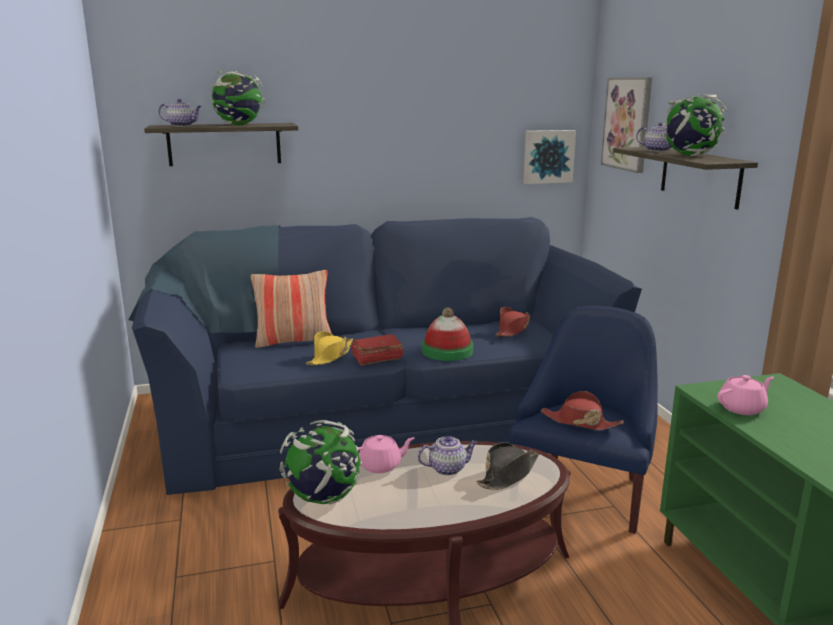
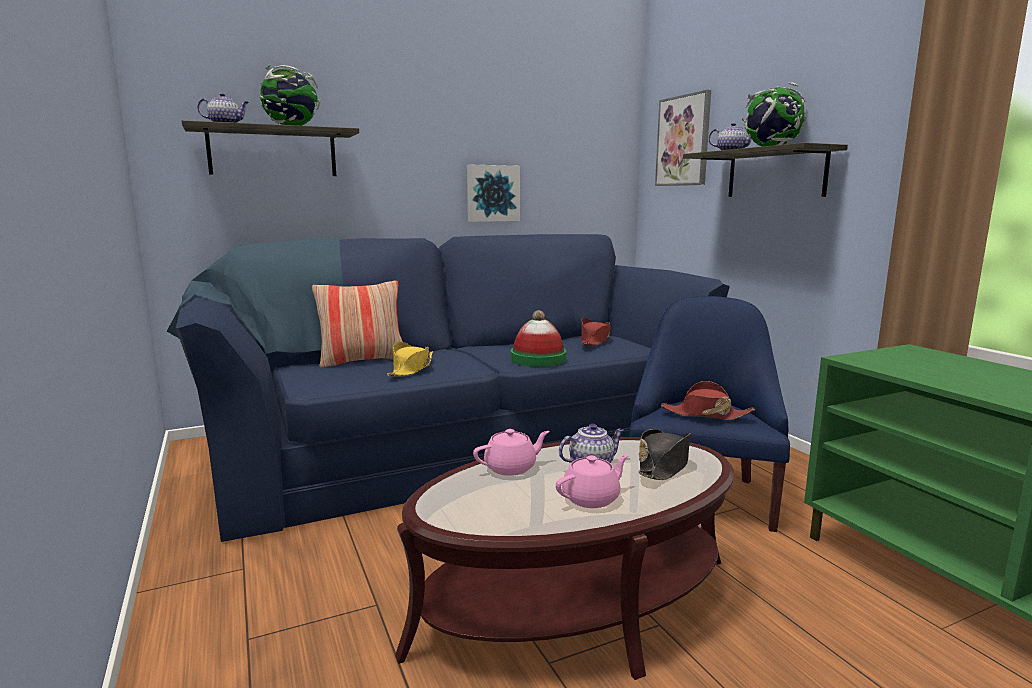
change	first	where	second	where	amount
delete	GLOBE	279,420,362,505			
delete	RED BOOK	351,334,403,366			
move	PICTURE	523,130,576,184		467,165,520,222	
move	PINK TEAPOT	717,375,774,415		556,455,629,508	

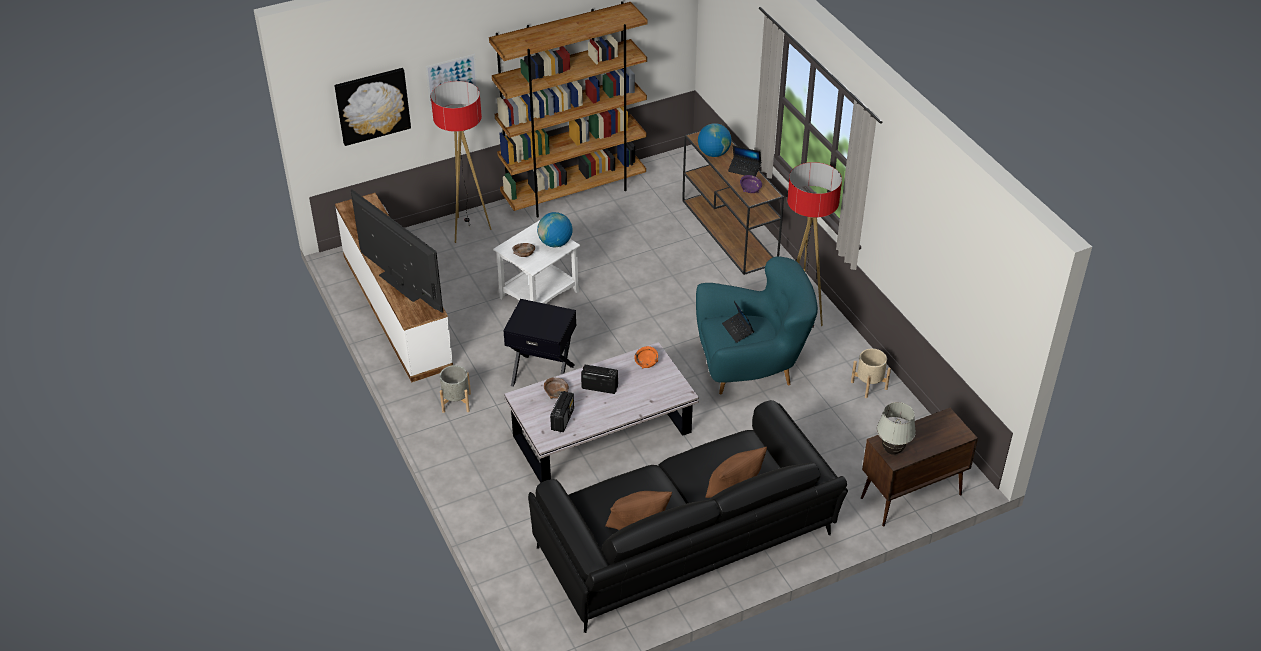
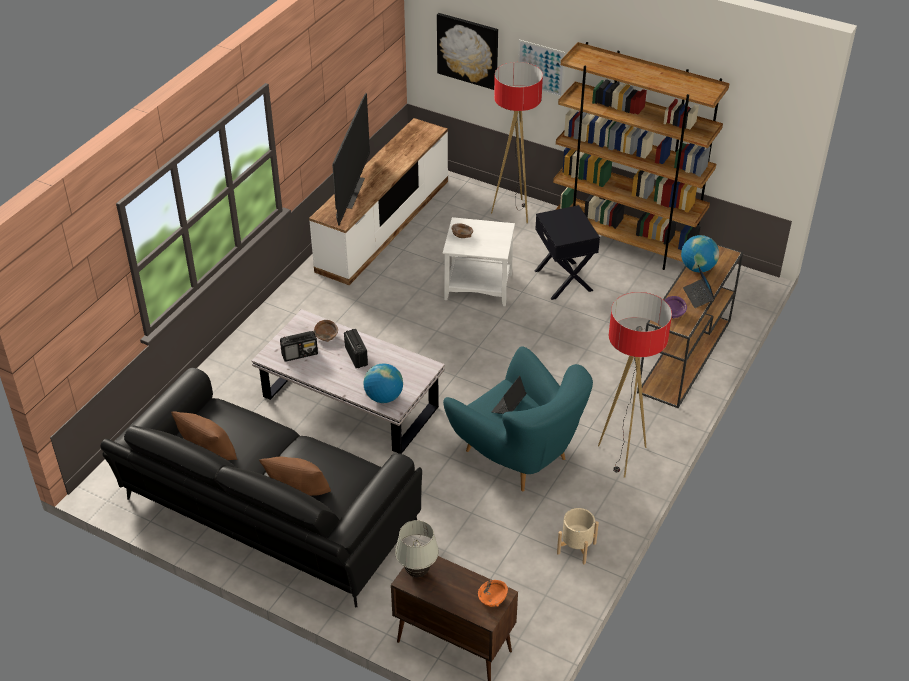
change	first	where	second	where	amount
delete	GREY PLANTER	440,365,471,413			
move	BLACK SIDE TABLE	503,299,576,387		535,205,600,300	
move	GLOBE	537,212,572,247		363,364,403,403	
move	ORANGE BOWL	634,346,658,369		478,580,508,607	

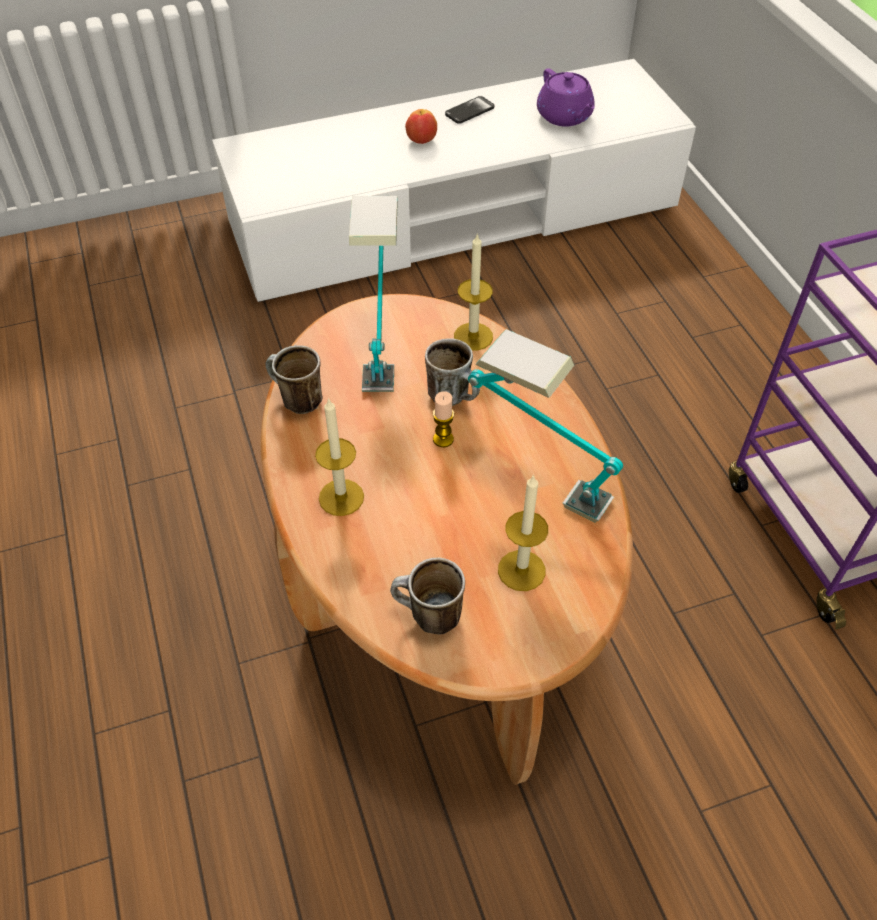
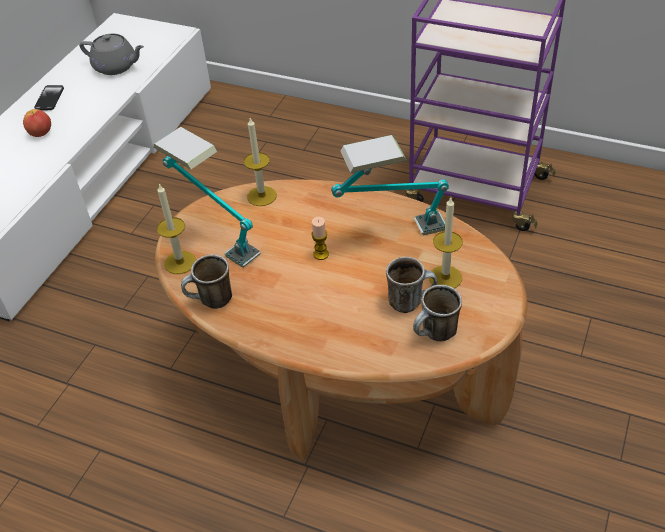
change	first	where	second	where	amount
move	CANDLE	315,398,364,516		157,183,196,274	
move	MUG	425,338,480,406		386,257,437,313	
recolor	PURPLE TEAPOT	537,68,595,127	GREY TEAPOT	79,34,144,75	

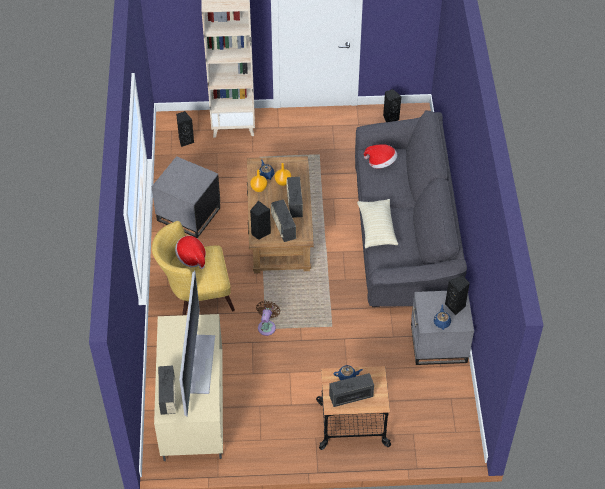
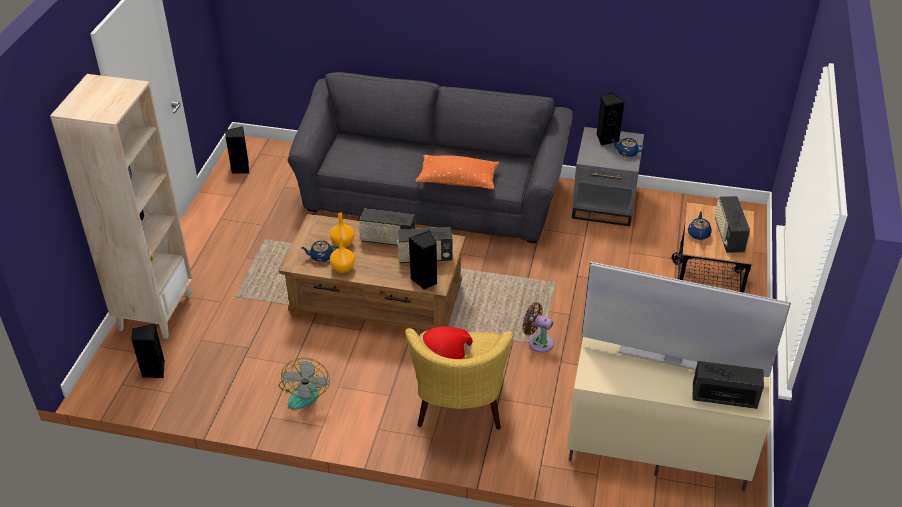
change	first	where	second	where	amount
delete	HAT	364,144,397,169			
replace	GREY SIDE TABLE	152,156,220,238	FAN	279,358,330,410	
recolor	BEIGE PILLOW	357,199,398,248	ORANGE PILLOW	416,155,499,190	

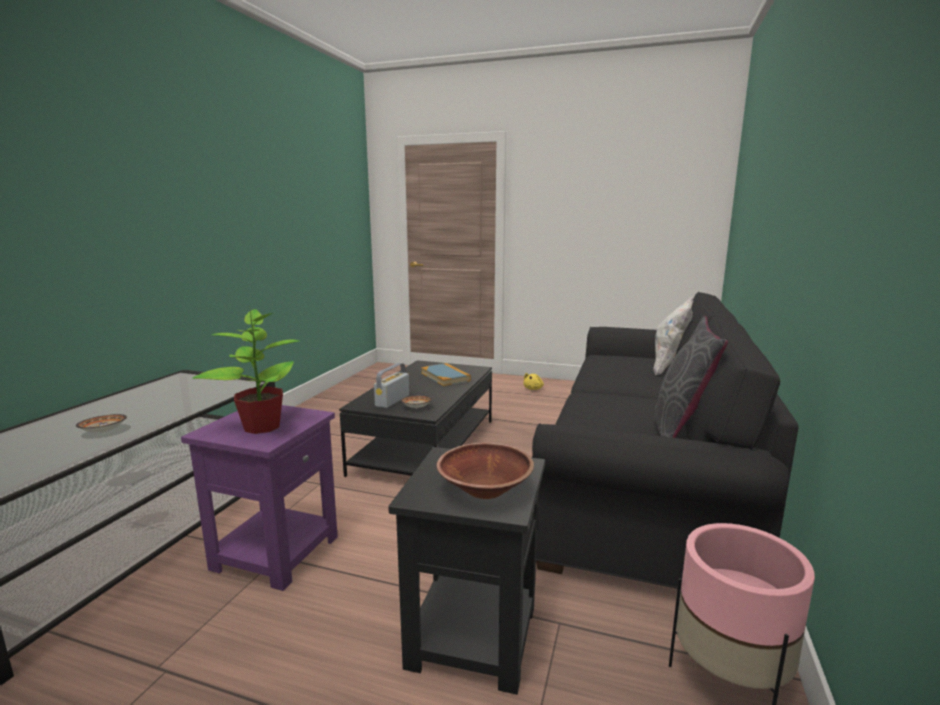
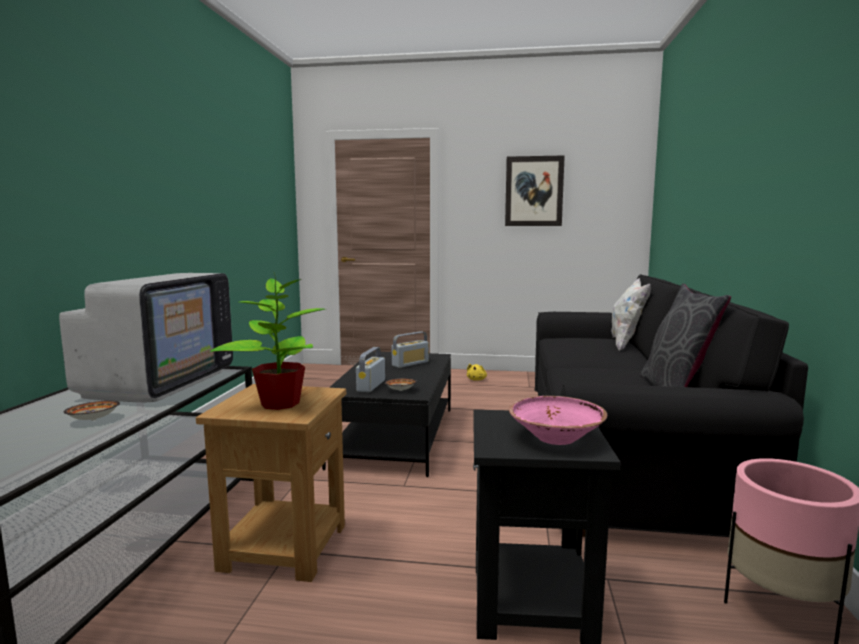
change	first	where	second	where	amount
insert			TELEVISION	59,273,233,402	
insert			PICTURE	505,155,565,226	
replace	BOOK	421,363,471,386	RADIO	392,331,429,368	
recolor	PURPLE SIDE TABLE	181,405,338,591	BROWN SIDE TABLE	196,384,346,582	
recolor	BROWN BOWL	437,443,534,499	PINK BOWL	509,396,607,445	

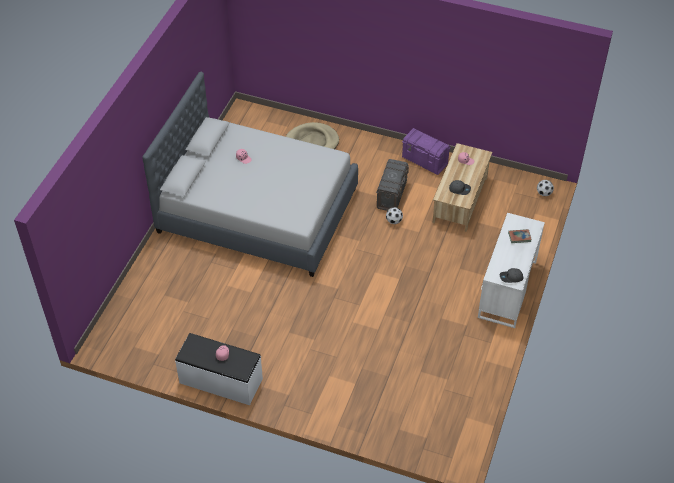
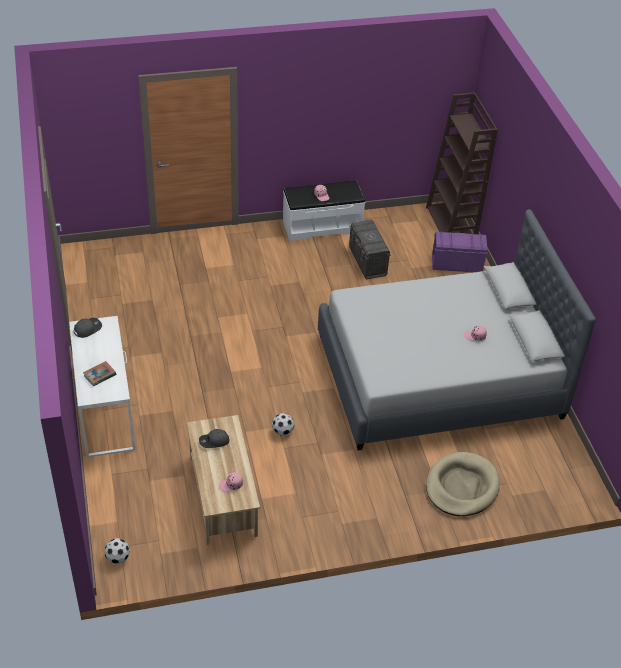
change	first	where	second	where	amount
insert			BROWN BOOKCASE	426,92,498,234	
move	GREY STORAGE BOX	376,159,409,211		349,220,391,279	
move	PURPLE STORAGE BOX	402,128,451,175		432,232,488,272	

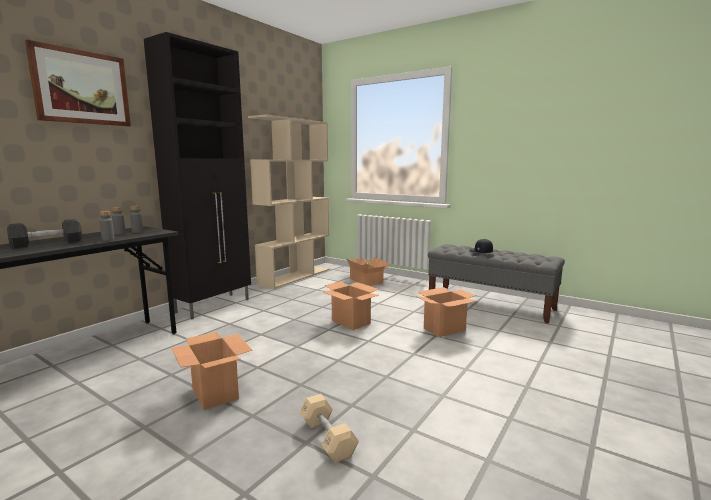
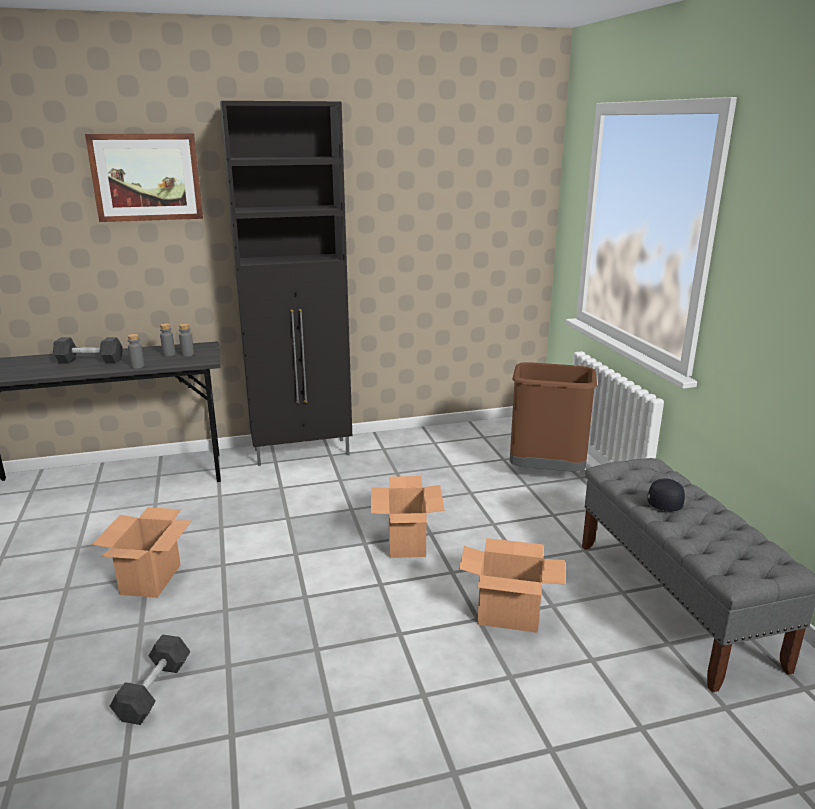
change	first	where	second	where	amount
delete	BEIGE BOOKCASE	248,114,330,289			
replace	CARDBOARD BOX	346,257,390,286	BROWN TRASH CAN	510,362,597,472	
recolor	BEIGE DUMBBELL	300,394,359,463	BLACK DUMBBELL	110,634,191,725	

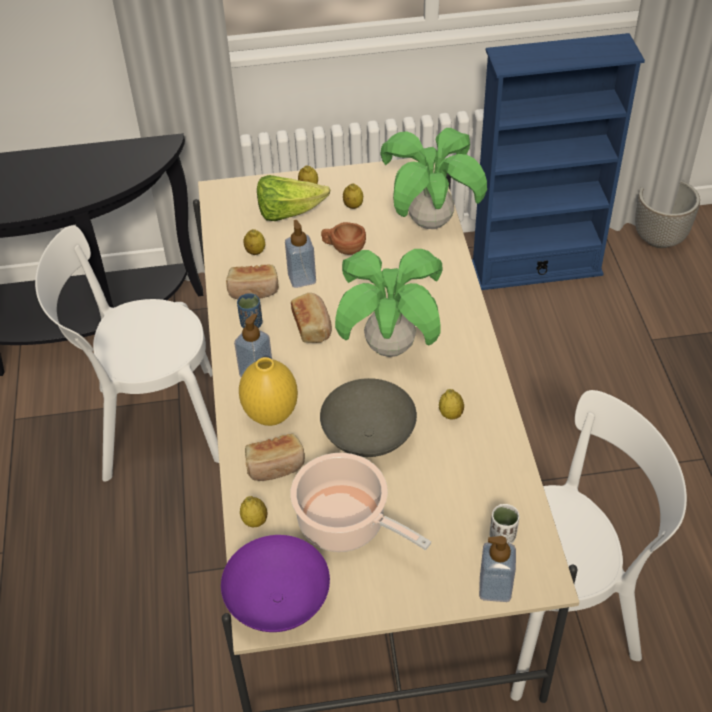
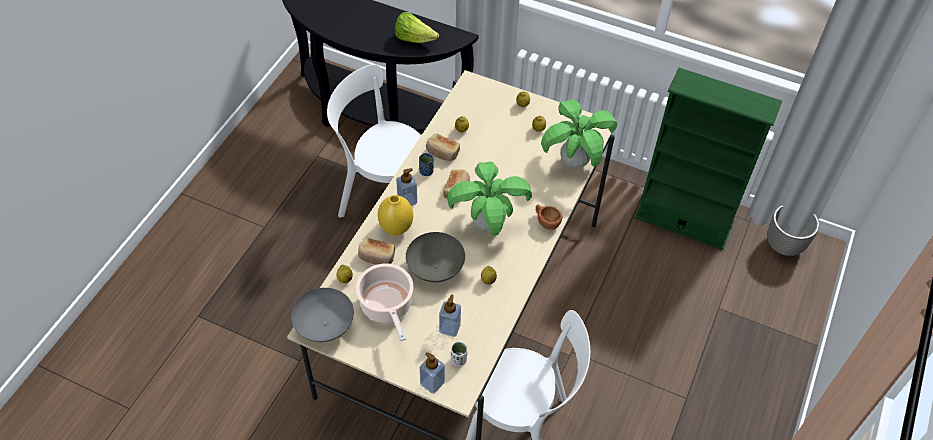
change	first	where	second	where	amount
move	LETTUCE	257,175,330,221		395,12,439,43	
move	SOAP DISPENSER	285,220,316,288		439,295,461,337	
move	BROWN CUP	321,222,366,255		536,205,562,230	
recolor	PURPLE BOWL	221,535,330,632	GREY BOWL	291,288,354,342	
recolor	BLUE BOOKCASE	472,33,645,290	GREEN BOOKCASE	635,68,782,250	

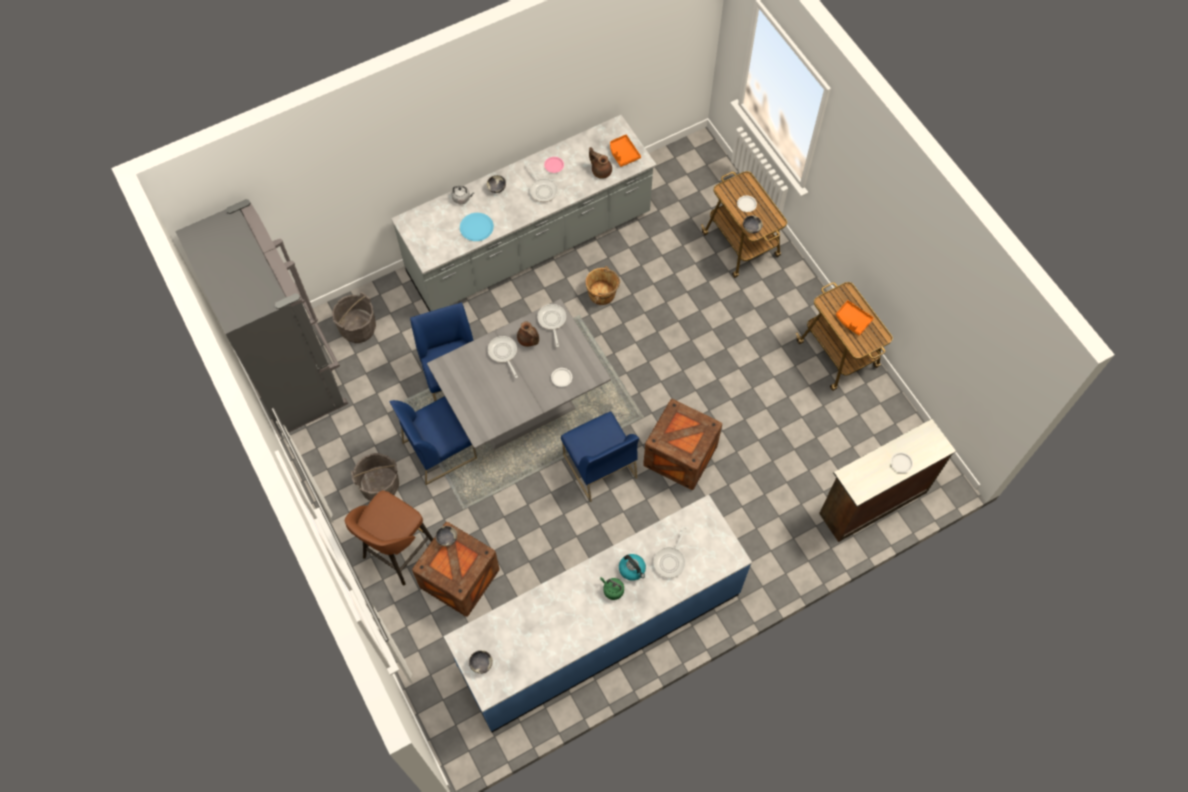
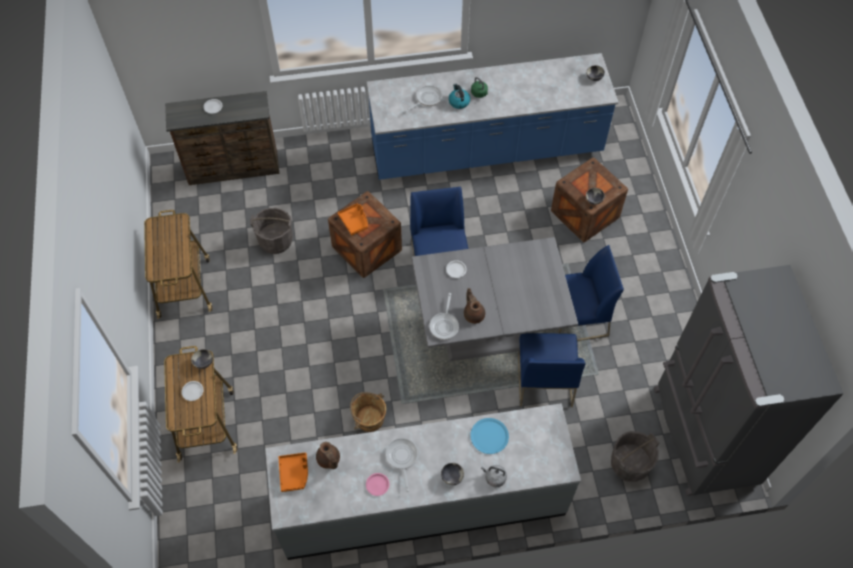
change	first	where	second	where	amount
delete	BROWN STOOL	345,490,433,586			
delete	FRYING PAN	488,336,518,378			
move	GREY BUCKET	351,453,399,501		250,207,293,254	
move	ORANGE TRAY	836,300,874,336		338,203,368,235	

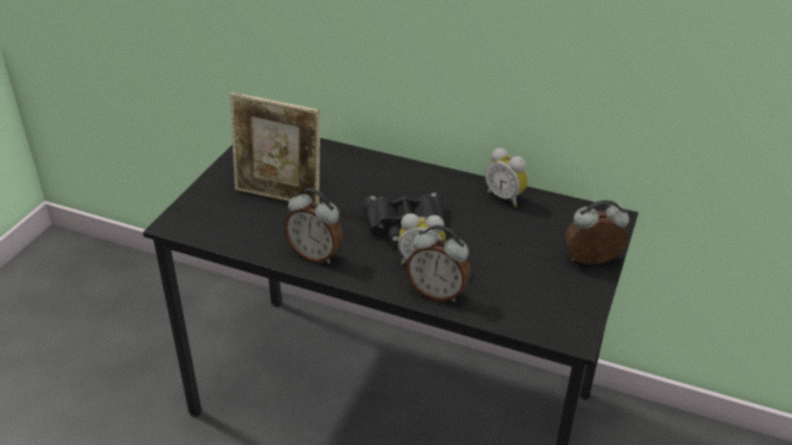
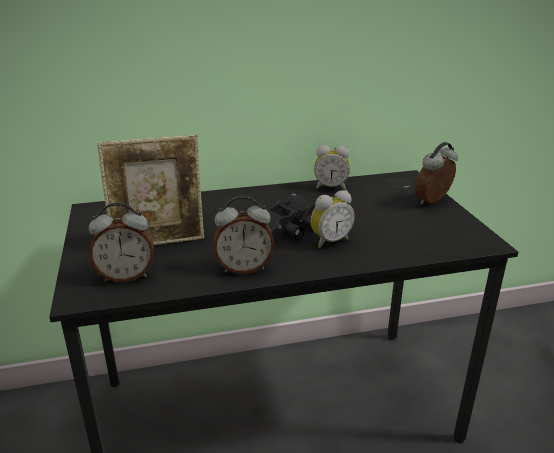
change	first	where	second	where	amount
move	ALARM CLOCK	406,225,471,302		89,202,154,282	

